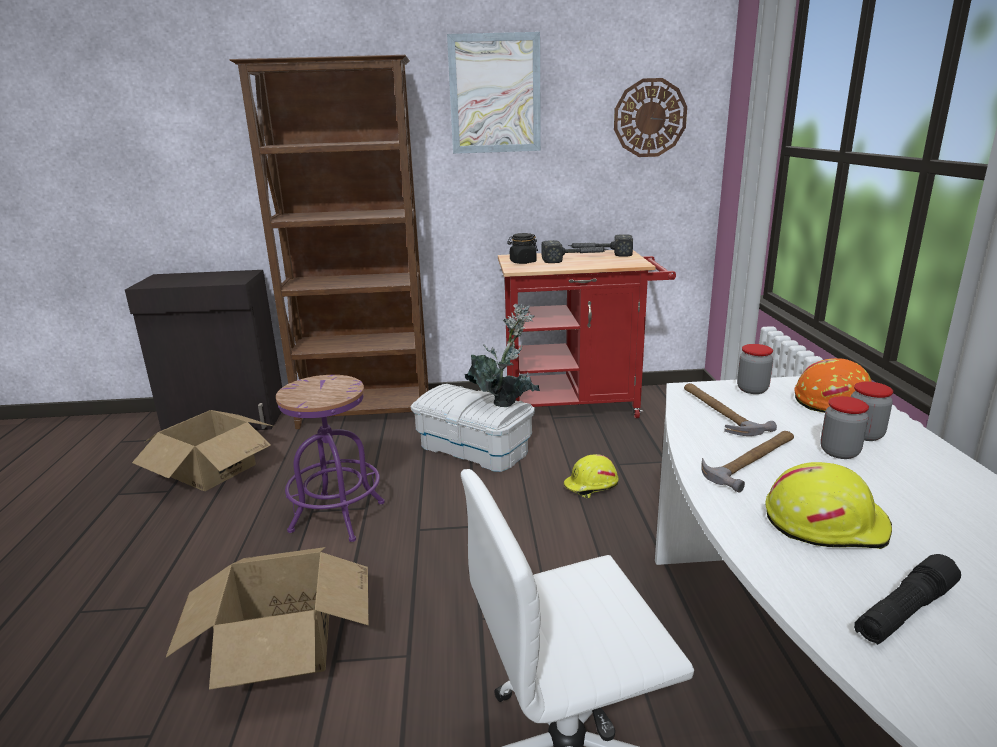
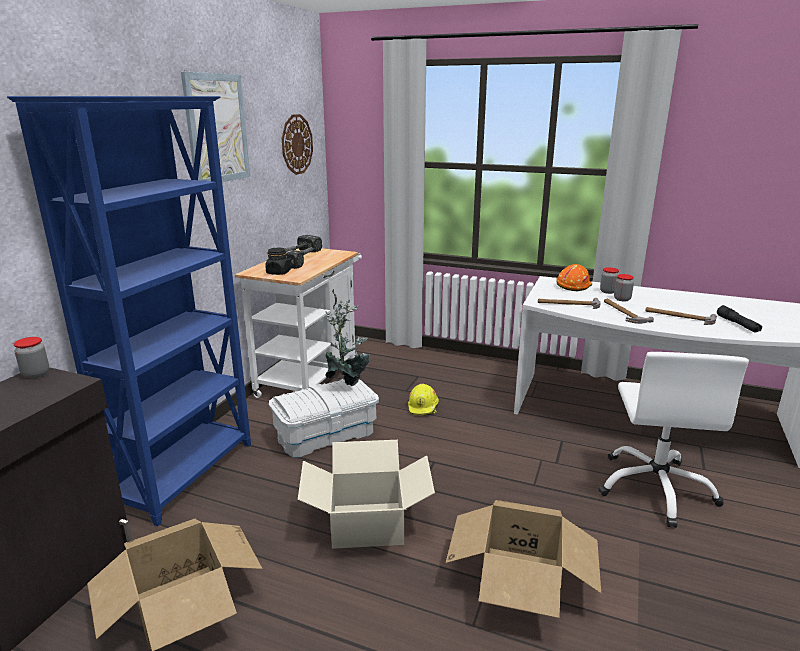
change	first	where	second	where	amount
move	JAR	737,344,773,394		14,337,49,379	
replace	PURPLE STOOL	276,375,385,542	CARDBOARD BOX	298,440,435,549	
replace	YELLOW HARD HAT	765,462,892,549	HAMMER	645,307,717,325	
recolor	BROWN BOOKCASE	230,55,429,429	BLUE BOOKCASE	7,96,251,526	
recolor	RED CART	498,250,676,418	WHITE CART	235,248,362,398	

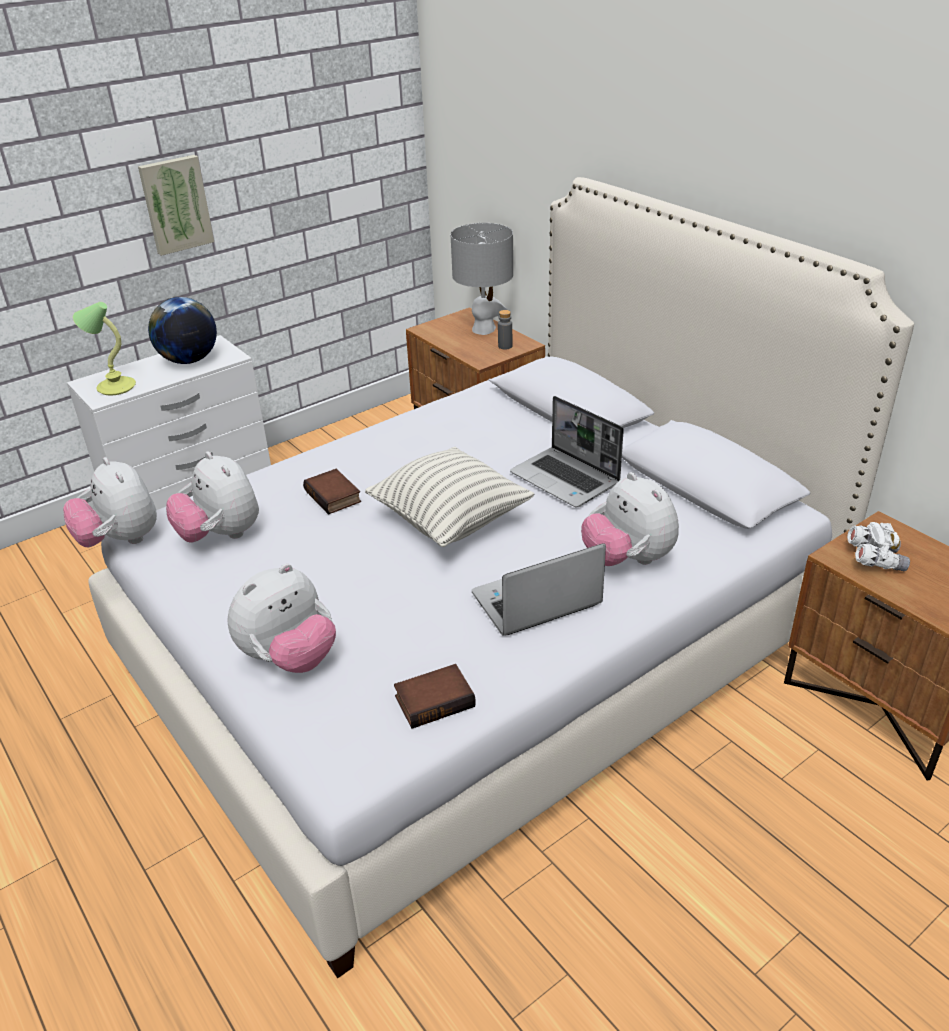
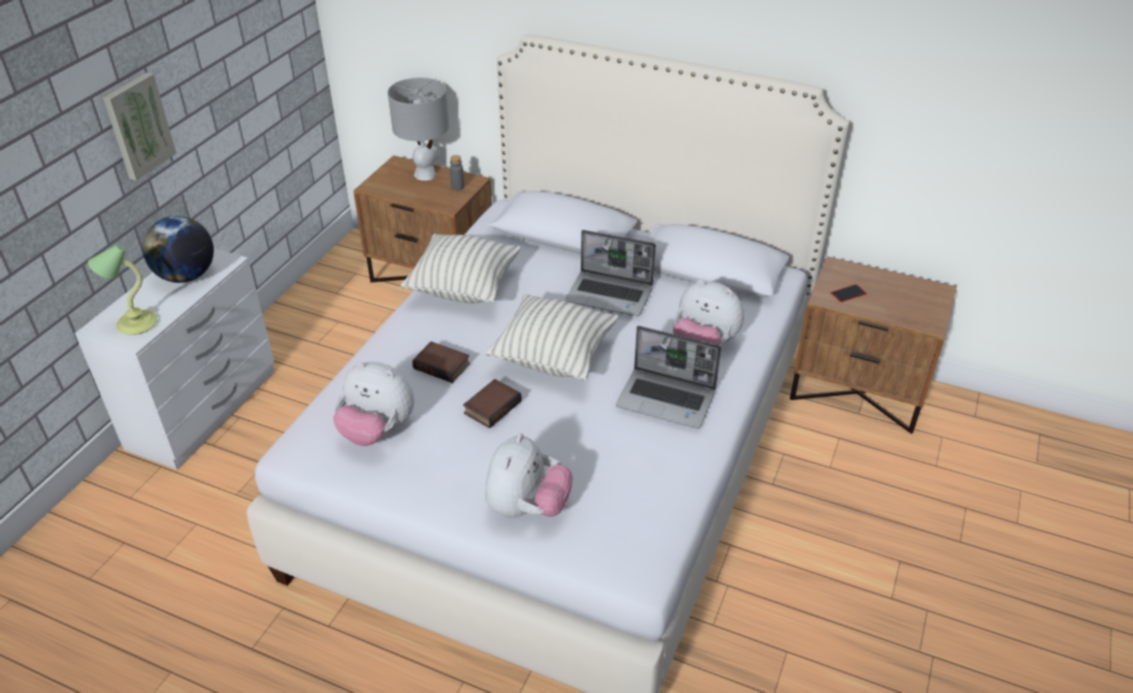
change	first	where	second	where	amount
delete	PLUSH TOY	63,457,157,547			
insert			PILLOW	401,234,521,303	
move	BOOK	394,664,476,729		463,379,522,428	
replace	WHITE BINOCULARS	847,522,910,571	PHONE	831,284,867,302	
rotate	LAPTOP	472,543,606,636		616,326,721,429	105 degrees counterclockwise

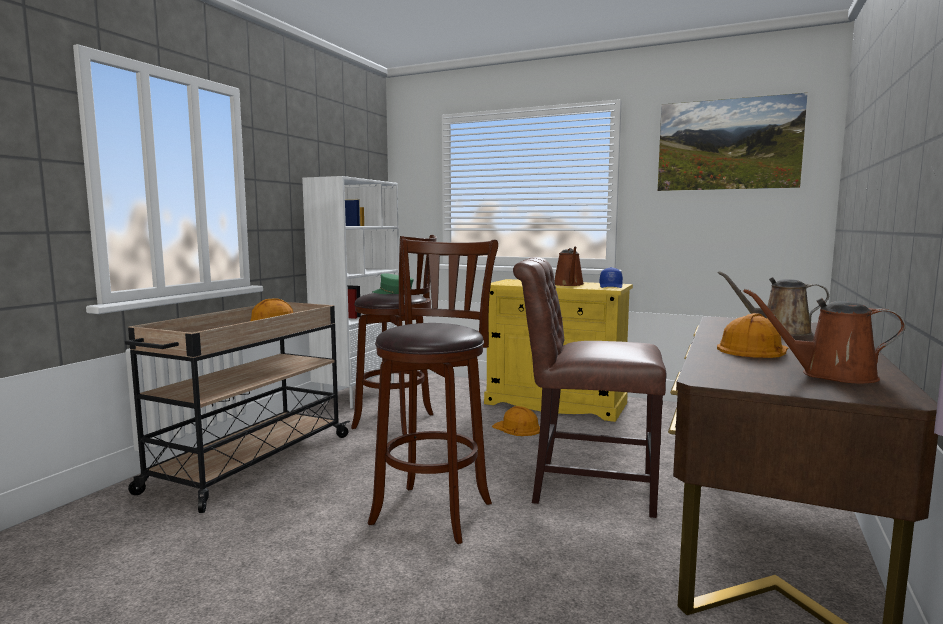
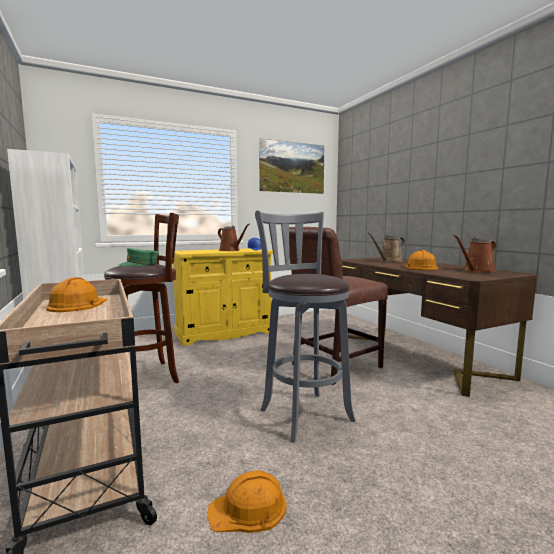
change	first	where	second	where	amount
move	ORANGE HARD HAT	492,406,540,436		207,470,287,533	
recolor	BROWN STOOL	368,239,498,544	GREY STOOL	255,211,355,443	

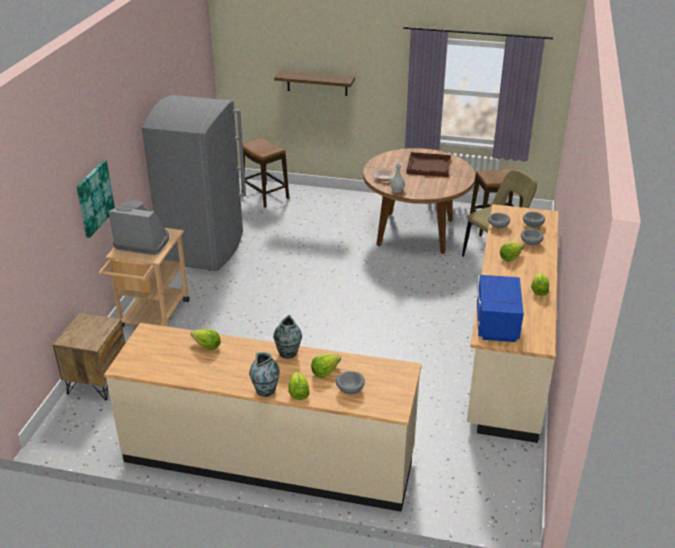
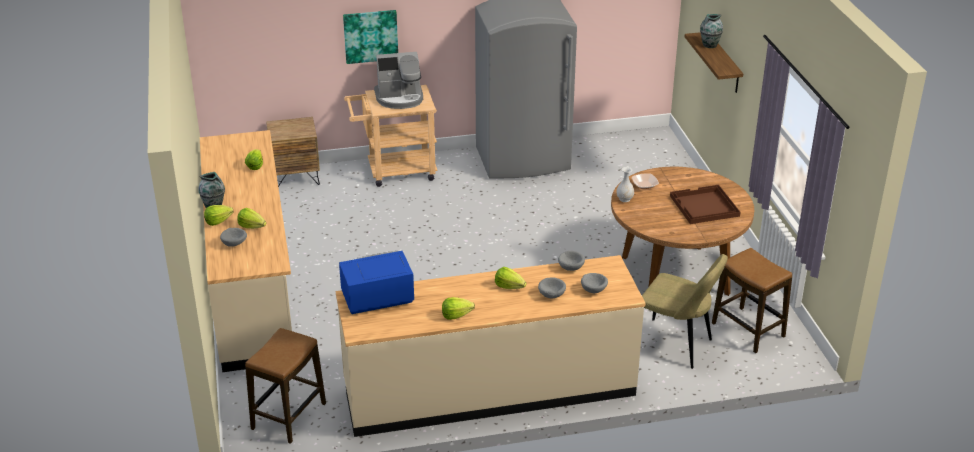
change	first	where	second	where	amount
move	STOOL	241,137,289,208		245,328,326,444	
move	VASE	273,315,302,359		700,14,723,48	
rotate	COFFEE MACHINE	109,200,169,255		374,52,423,109	90 degrees clockwise

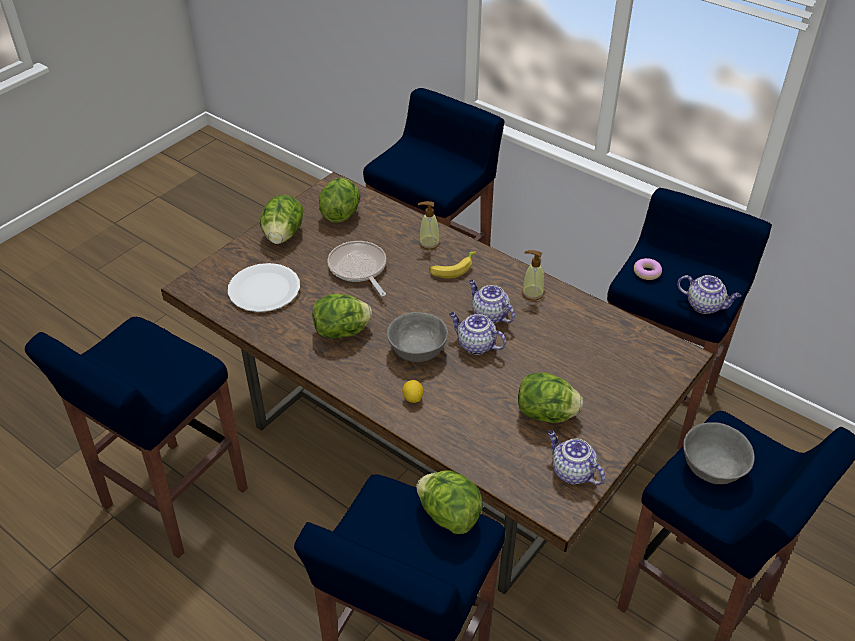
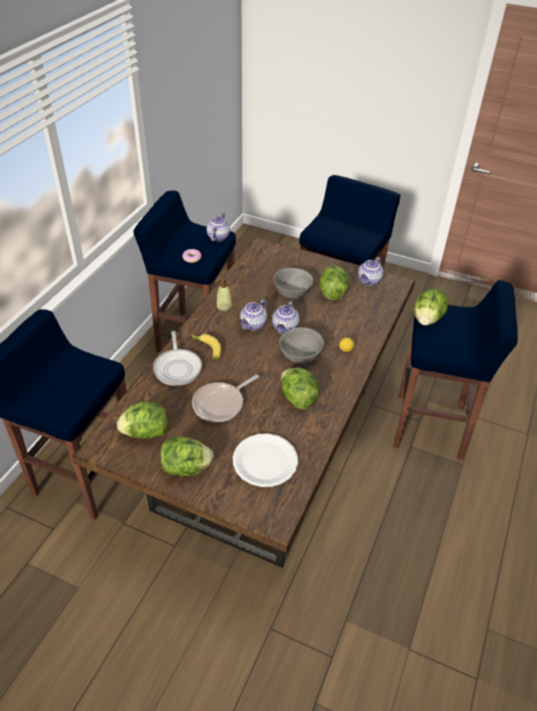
change	first	where	second	where	amount
delete	BLUE STOOL	25,317,248,558			
move	GREY BOWL	683,422,755,484		273,268,313,298	
replace	SOAP DISPENSER	418,201,440,249	FRYING PAN	153,331,202,386	

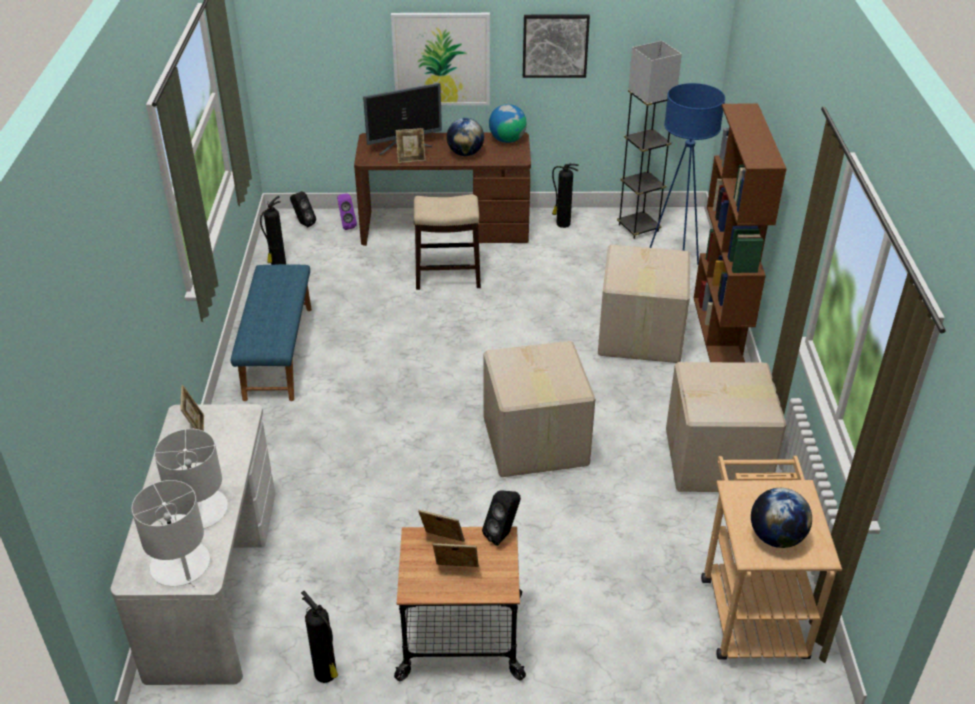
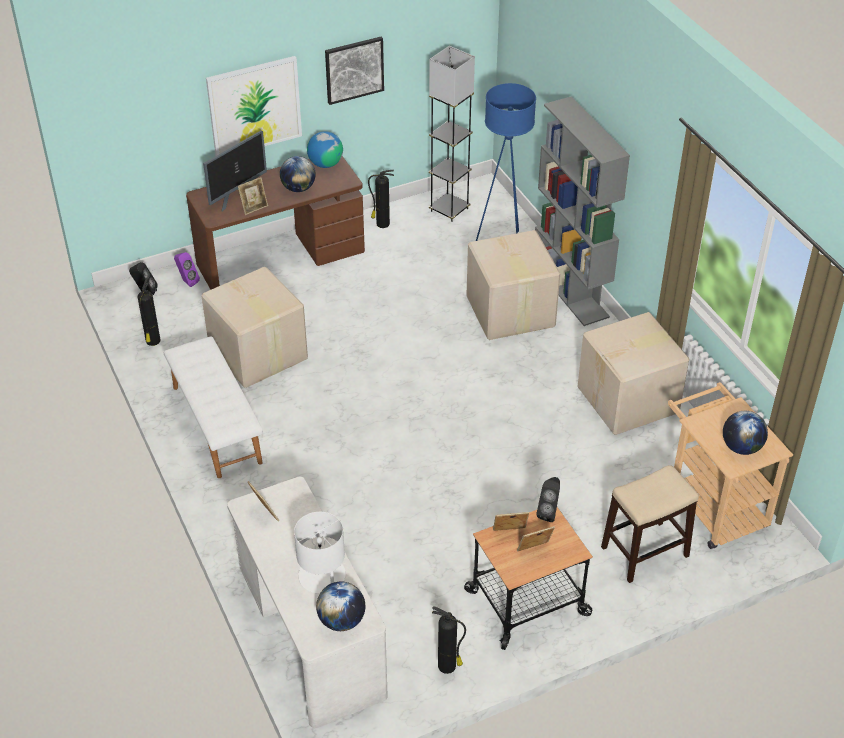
change	first	where	second	where	amount
move	STOOL	414,194,481,290		601,465,699,583	
move	CARDBOARD BOX	483,341,595,477		202,267,308,388	
replace	WHITE TABLE LAMP	132,480,210,587	GLOBE	316,581,365,631	
recolor	BLUE BENCH	230,264,312,401	WHITE BENCH	164,336,263,478	
recolor	BROWN BOOKCASE	694,104,787,363	GREY BOOKCASE	535,97,630,326	

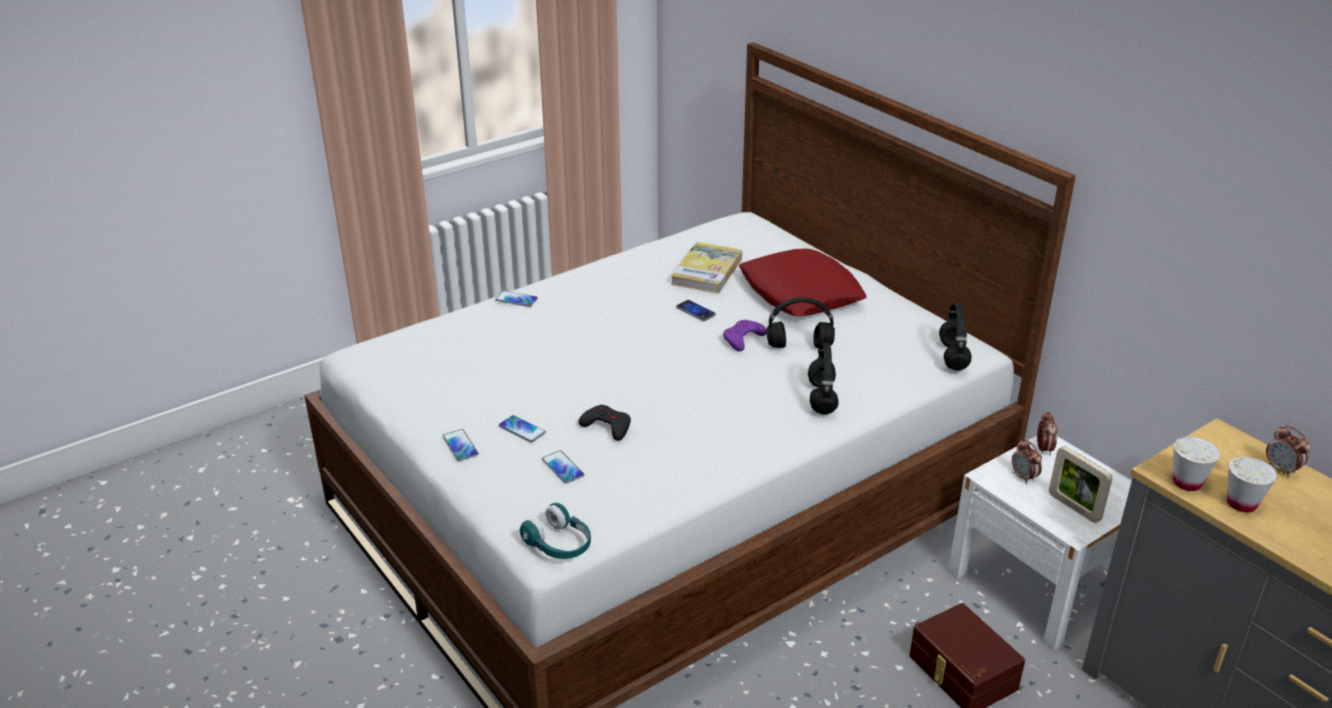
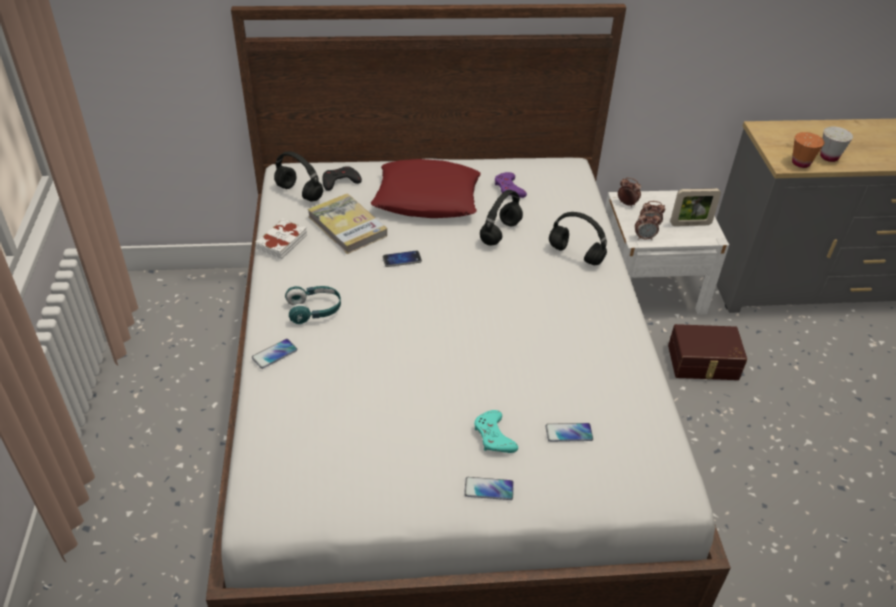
change	first	where	second	where	amount
insert			WHITE BOOK	256,218,307,259	
move	TURQUOISE HEADPHONES	520,503,591,559		285,286,341,324	
move	BLACK GAME CONTROLLER	578,405,631,441		322,166,362,191	
move	PURPLE GAME CONTROLLER	723,320,767,351		495,172,527,198	
move	BLACK HEADPHONES	939,303,972,371		274,151,323,202	
move	ALARM CLOCK	1266,426,1311,477		635,212,661,240	
replace	PHONE	499,415,546,442	TURQUOISE GAME CONTROLLER	474,410,518,453	
recolor	WHITE CUP	1173,437,1220,491	ORANGE CUP	792,132,824,168	

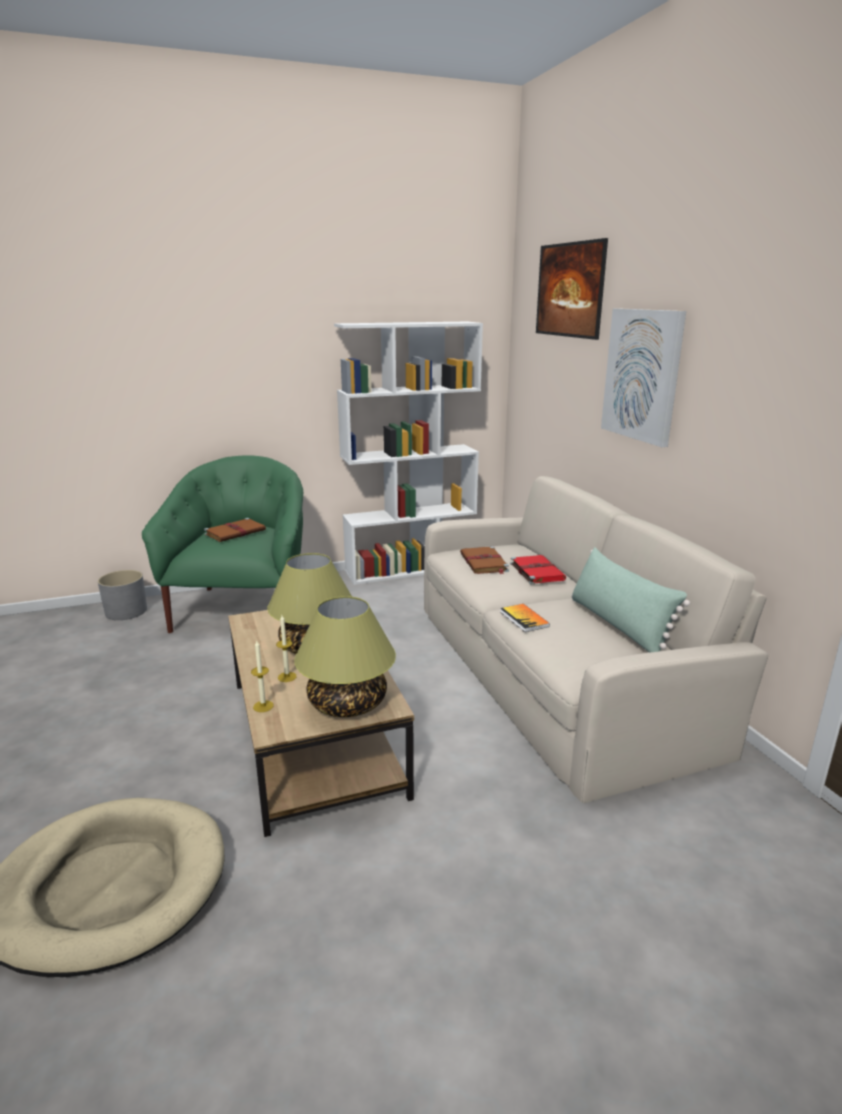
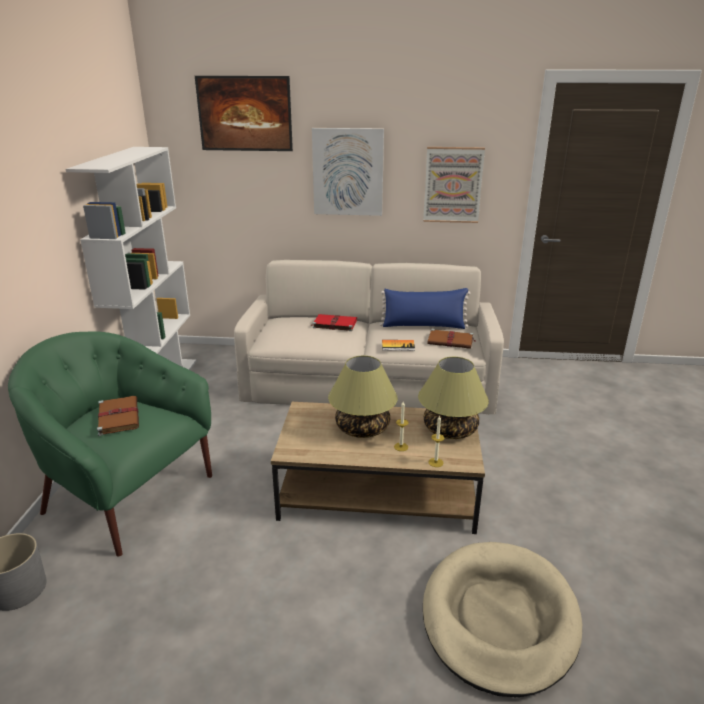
change	first	where	second	where	amount
insert			PICTURE	423,147,485,223	
move	BROWN BOOK	460,546,509,574		427,329,476,349	
recolor	GREEN PILLOW	571,548,690,653	BLUE PILLOW	380,288,471,329	

